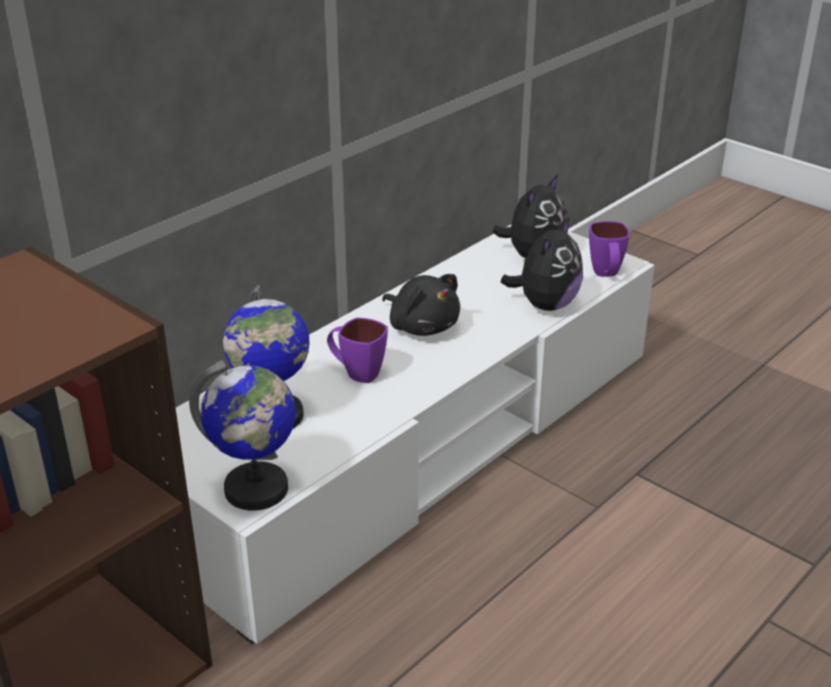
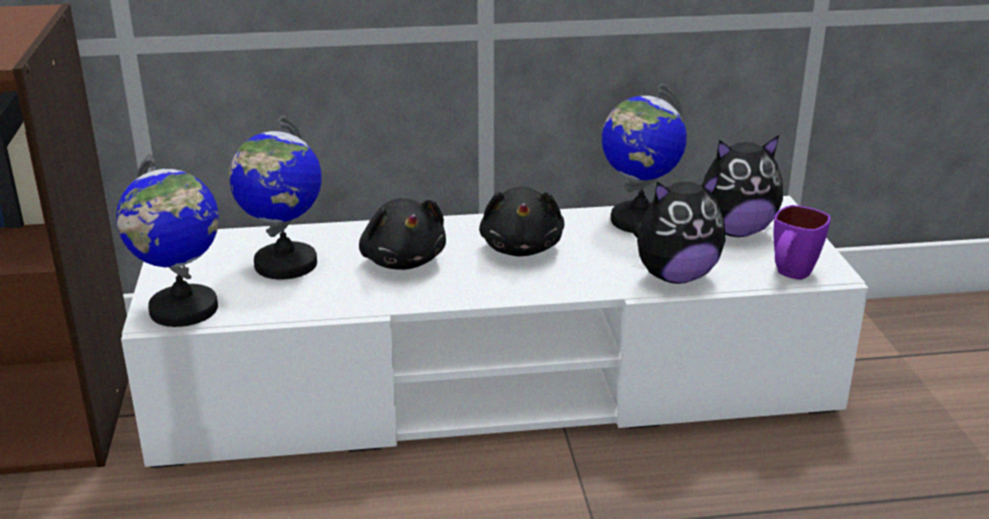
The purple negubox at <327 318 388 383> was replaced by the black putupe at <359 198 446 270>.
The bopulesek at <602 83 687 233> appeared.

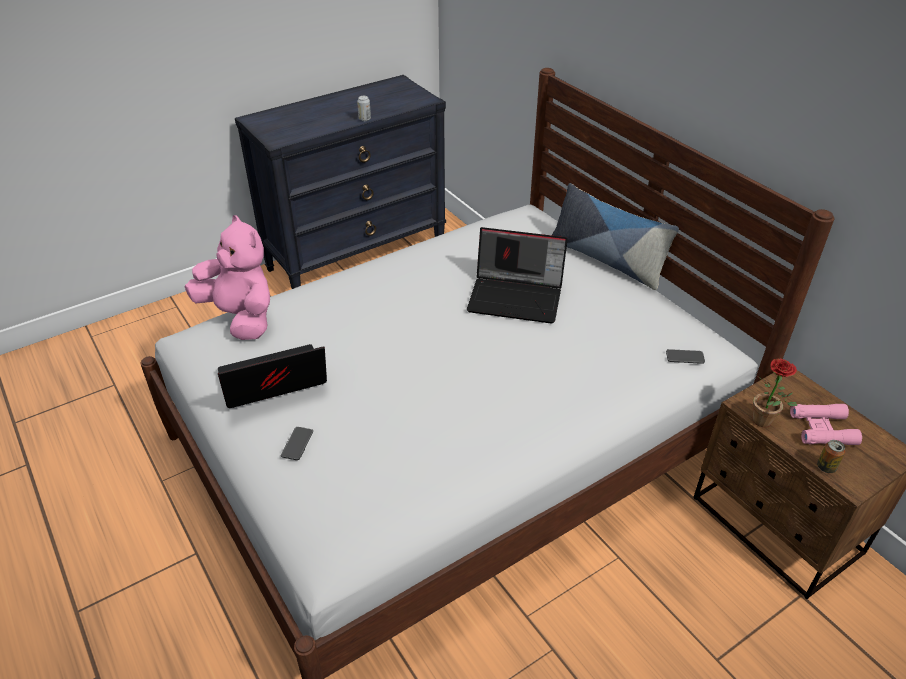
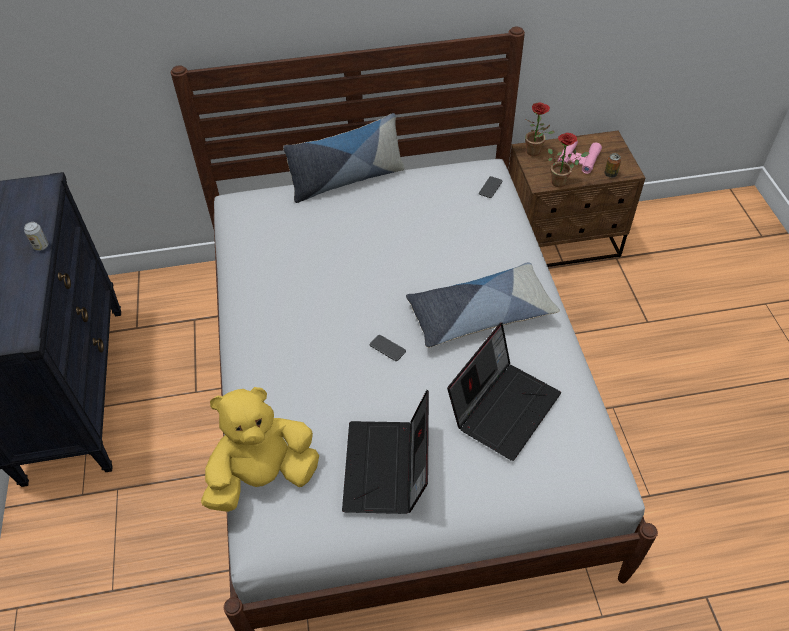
The pink putupe at <185 215 270 340> became the yellow putupe at <201 387 319 512>.
The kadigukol moved from <281 427 313 460> to <370 335 406 361>.
The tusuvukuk moved from <467 227 568 324> to <447 323 561 461>.
The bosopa at <406 262 560 348> appeared.
The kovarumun at <525 102 555 156> appeared.

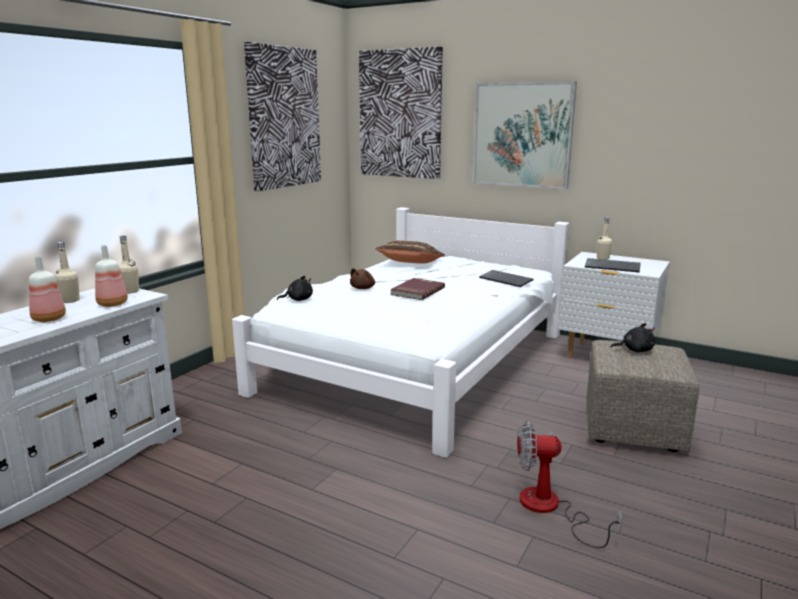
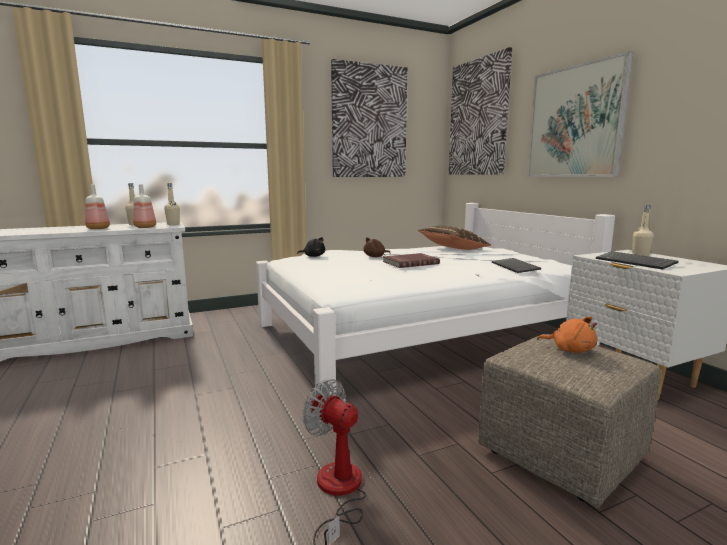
The black putupe at <611 323 655 352> became the orange putupe at <537 317 597 353>.

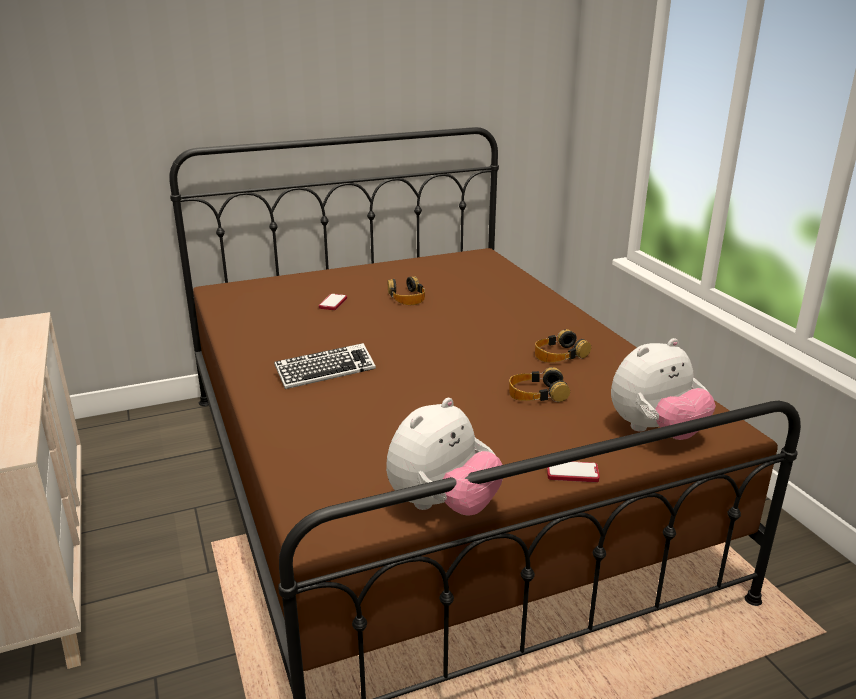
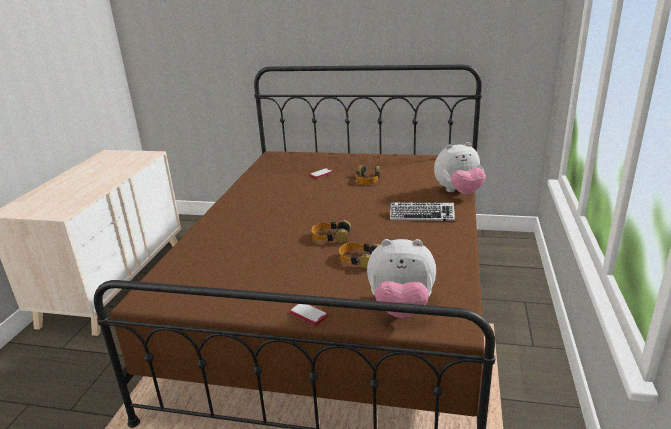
The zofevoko moved from <274 343 376 389> to <390 202 455 221>.
The putupe moved from <386 398 503 516> to <434 142 486 194>.
The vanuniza moved from <535 329 591 363> to <311 220 351 243>.

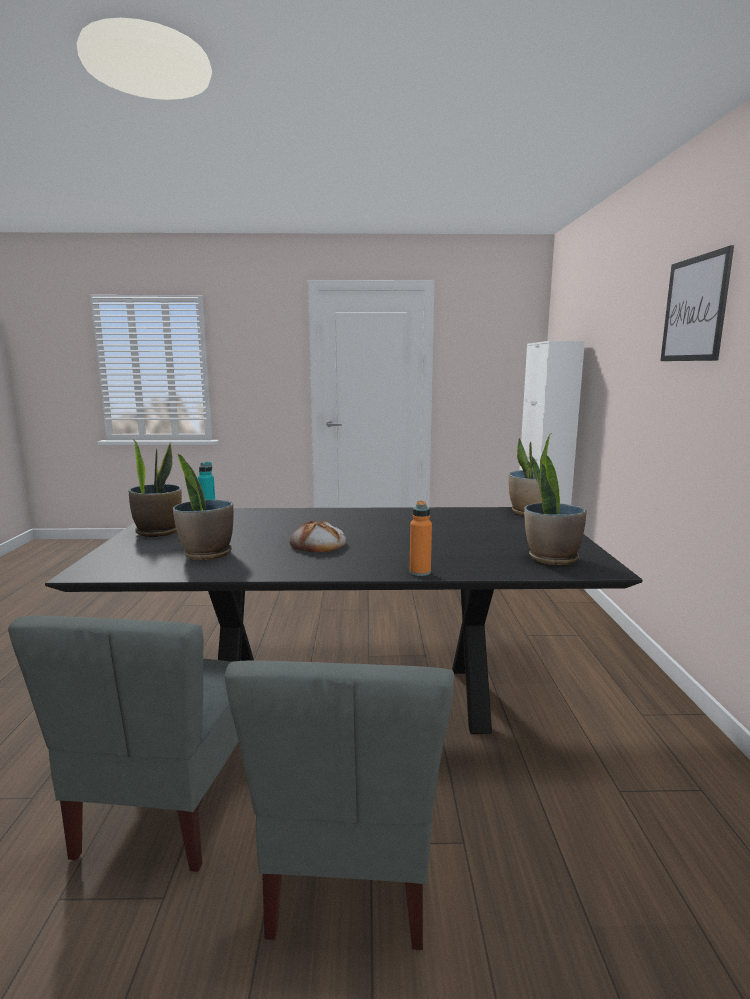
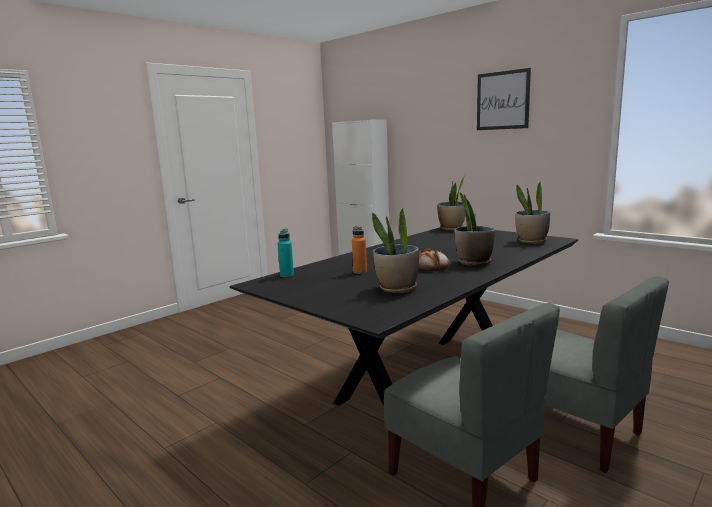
The kovarumun moved from <129 439 182 537> to <455 192 495 266>.
The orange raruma moved from <410 501 432 576> to <352 226 367 274>.

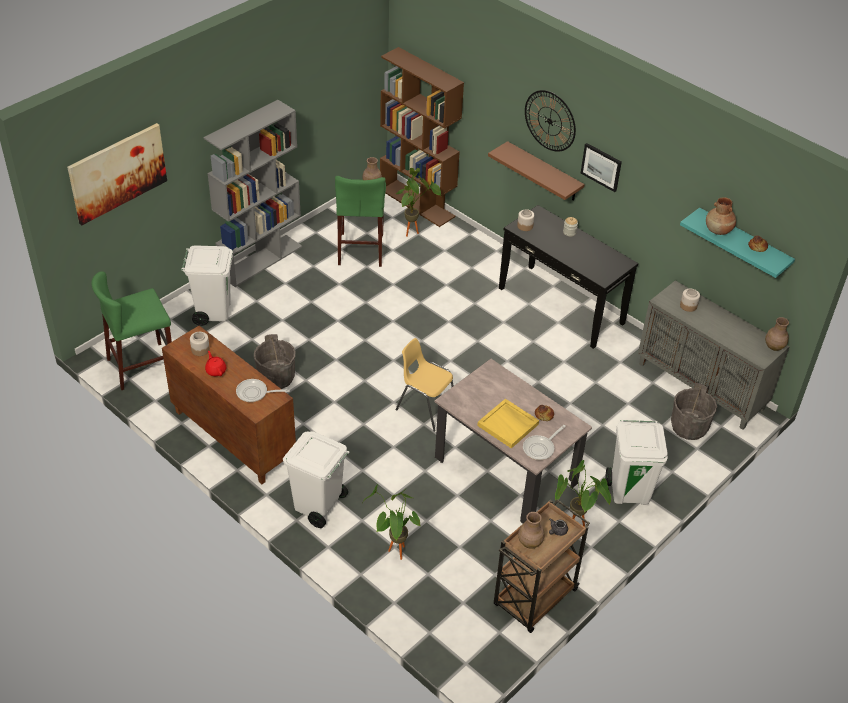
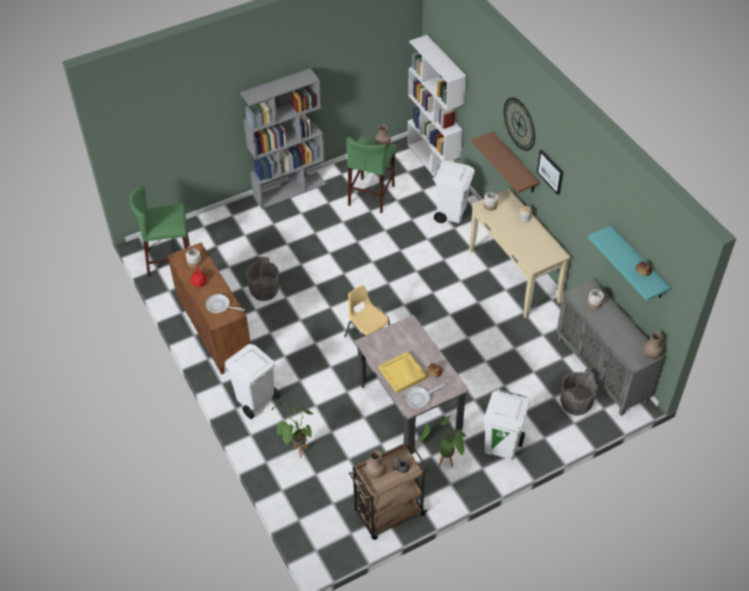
The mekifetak at <67 123 167 225> disappeared.
The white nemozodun moved from <181 245 233 326> to <433 161 475 223>.
The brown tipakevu at <380 47 464 227> became the white tipakevu at <407 35 467 177>.
The kovarumun at <395 168 441 237> disappeared.
The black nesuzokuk at <499 205 638 349> became the beige nesuzokuk at <469 189 571 319>.
The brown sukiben at <706 197 736 235> disappeared.

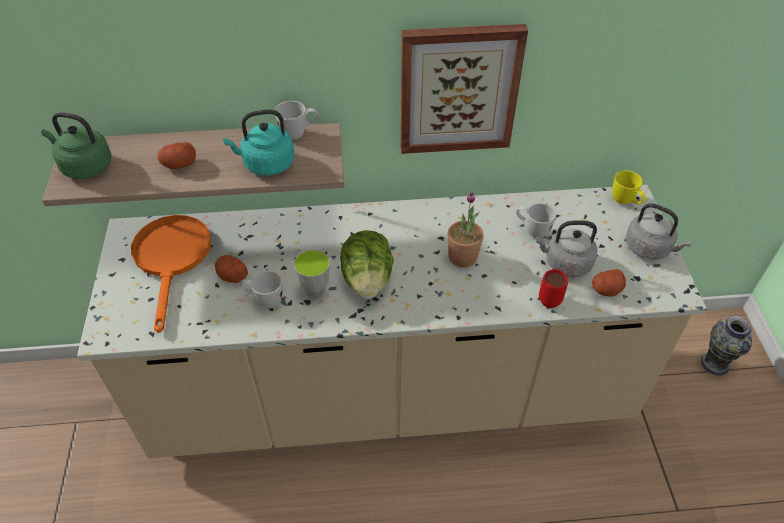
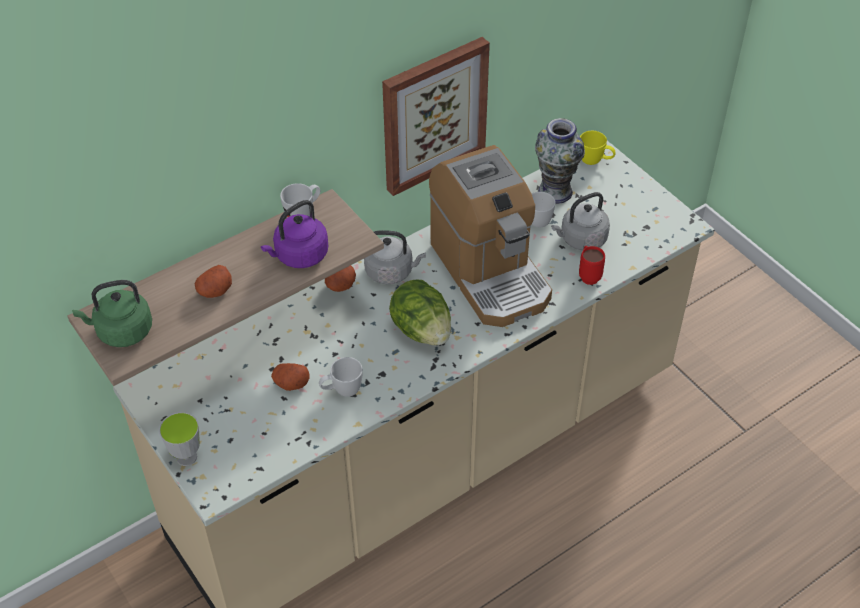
The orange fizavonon at <131 215 211 333> disappeared.
The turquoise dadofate at <223 109 294 176> became the purple dadofate at <261 200 328 268>.
The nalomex moved from <294 249 330 300> to <159 412 200 466>.
The kovarumun at <448 192 484 267> was replaced by the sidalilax at <429 145 552 327>.
The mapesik moved from <592 269 626 297> to <325 265 356 292>.
The grey dadofate moved from <626 203 692 260> to <364 230 426 284>.
The sukiben moved from <701 316 752 375> to <535 118 585 204>.

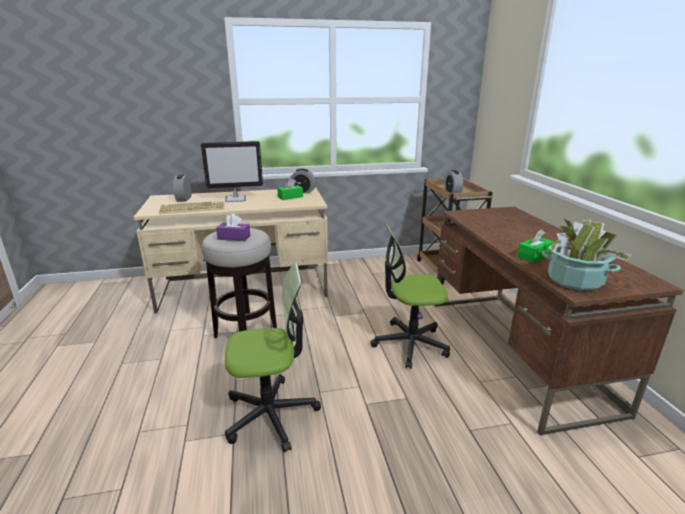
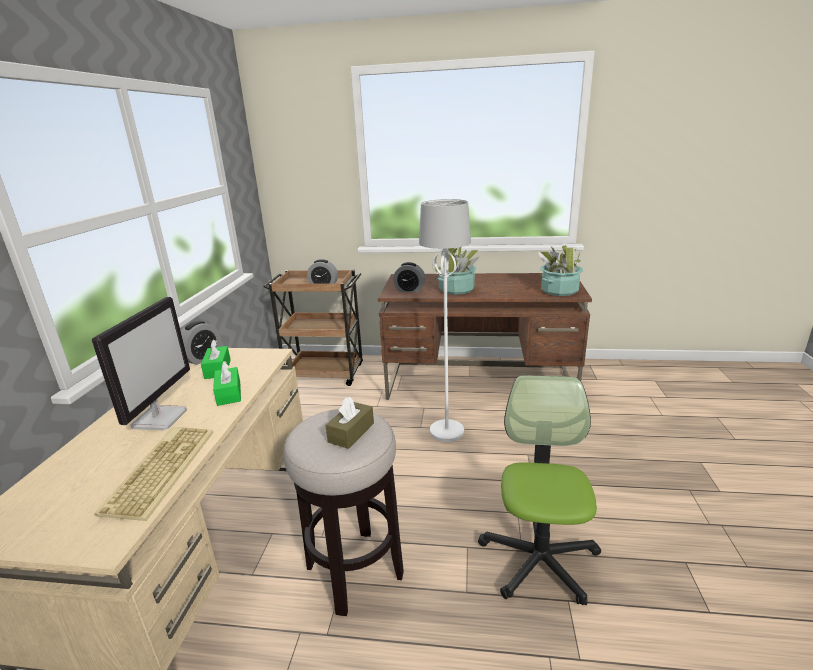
The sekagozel moved from <173 174 192 202> to <393 262 426 293>.
The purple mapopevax at <216 214 250 241> became the brown mapopevax at <325 397 374 449>.
The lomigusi at <371 223 450 369> was replaced by the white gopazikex at <419 199 471 442>.
The green mapopevax moved from <517 229 554 263> to <213 361 241 406>.
The kovarumun at <435 247 480 295> appeared.

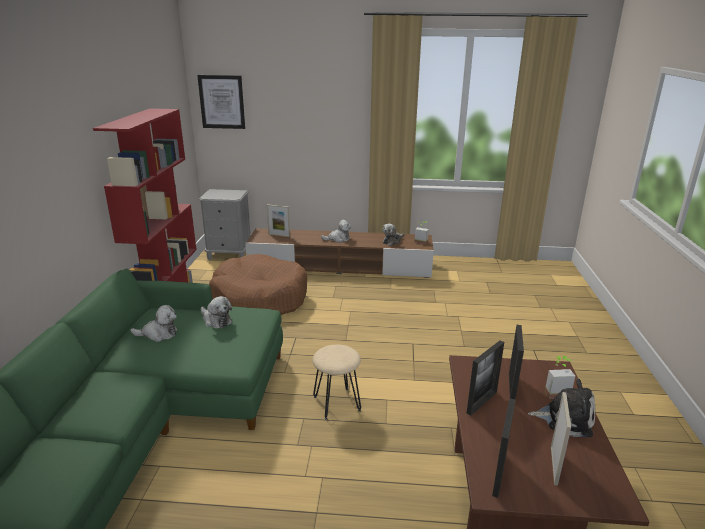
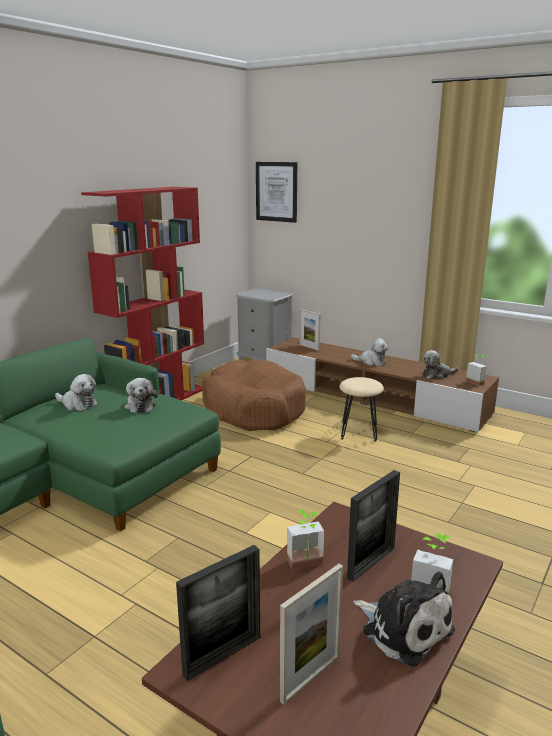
The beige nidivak moved from <312 345 361 420> to <339 377 384 442>.
The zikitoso at <467 340 504 416> was replaced by the kovarumun at <287 509 324 570>.

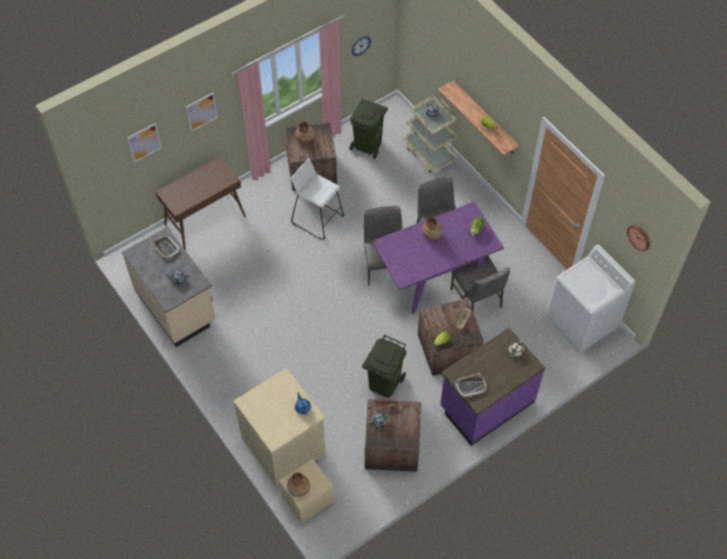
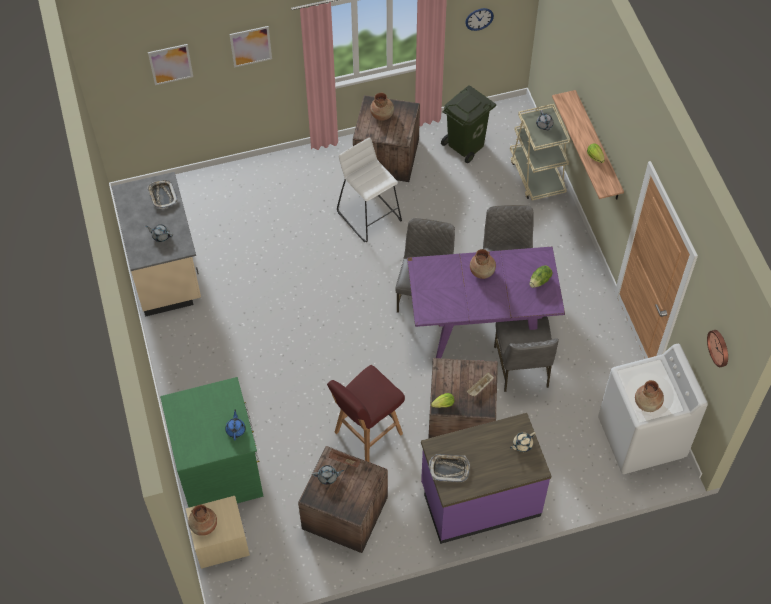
The brown nesuzokuk at <156 156 246 251> disappeared.
The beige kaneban at <234 368 326 486> became the green kaneban at <160 377 263 507>.
The green nemozodun at <362 335 407 398> was replaced by the red nidivak at <327 365 405 462>.
The brown sukiben at <635 380 664 412> appeared.

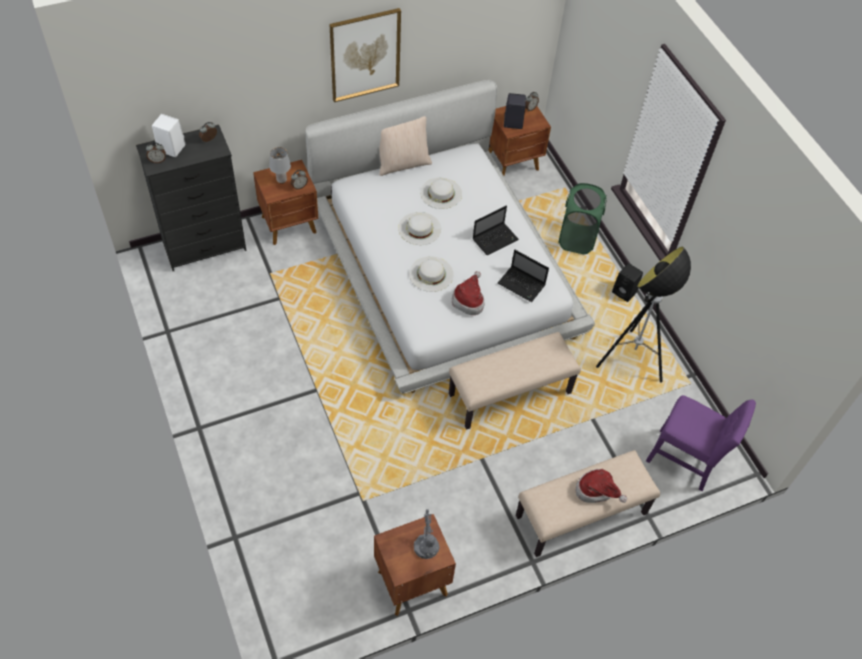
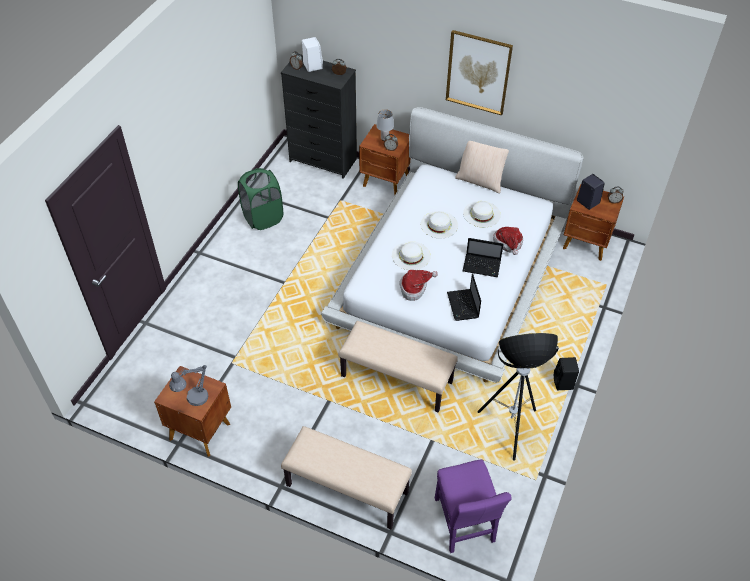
The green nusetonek moved from <558 183 607 254> to <238 168 283 230>.
The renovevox moved from <575 469 627 503> to <493 227 523 255>.

